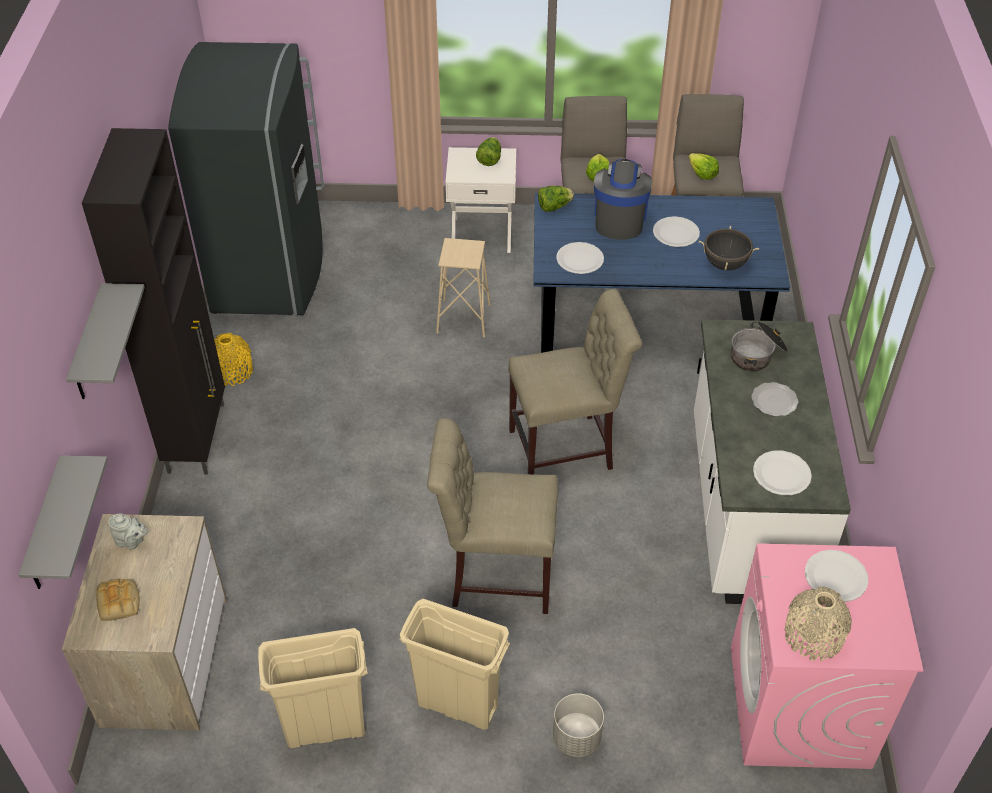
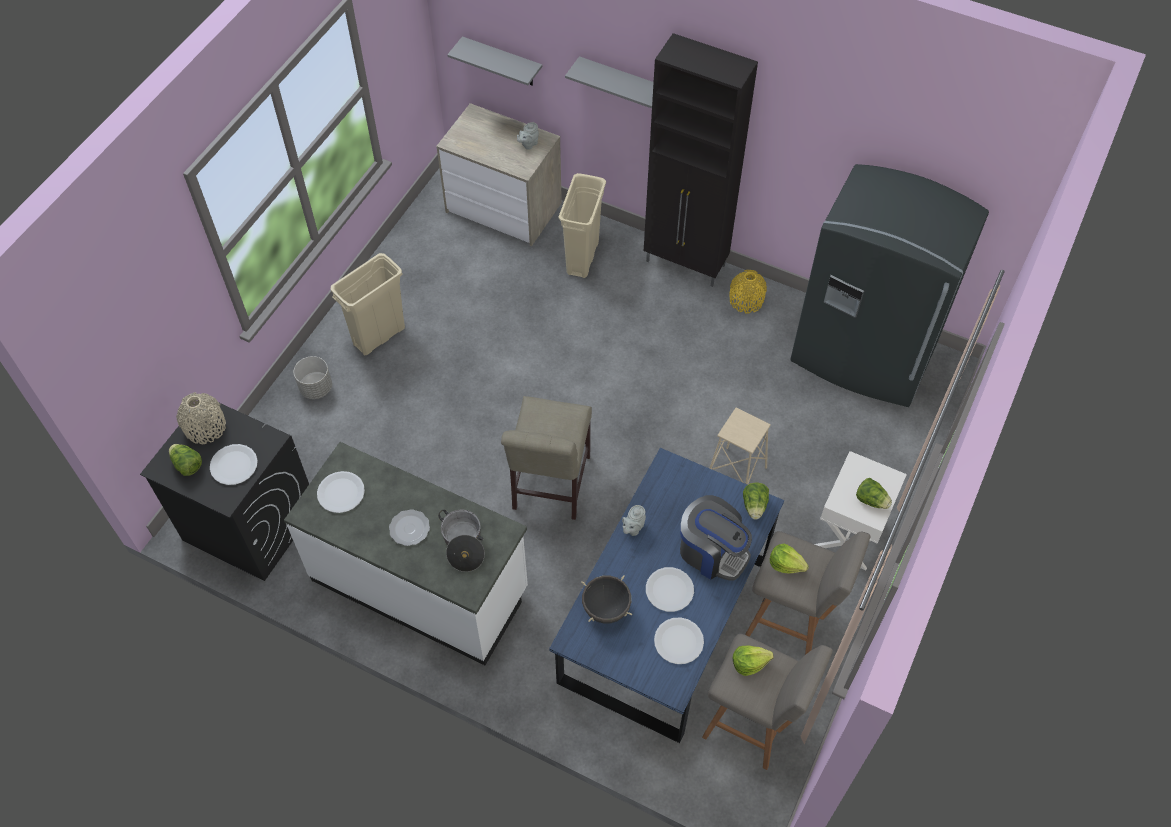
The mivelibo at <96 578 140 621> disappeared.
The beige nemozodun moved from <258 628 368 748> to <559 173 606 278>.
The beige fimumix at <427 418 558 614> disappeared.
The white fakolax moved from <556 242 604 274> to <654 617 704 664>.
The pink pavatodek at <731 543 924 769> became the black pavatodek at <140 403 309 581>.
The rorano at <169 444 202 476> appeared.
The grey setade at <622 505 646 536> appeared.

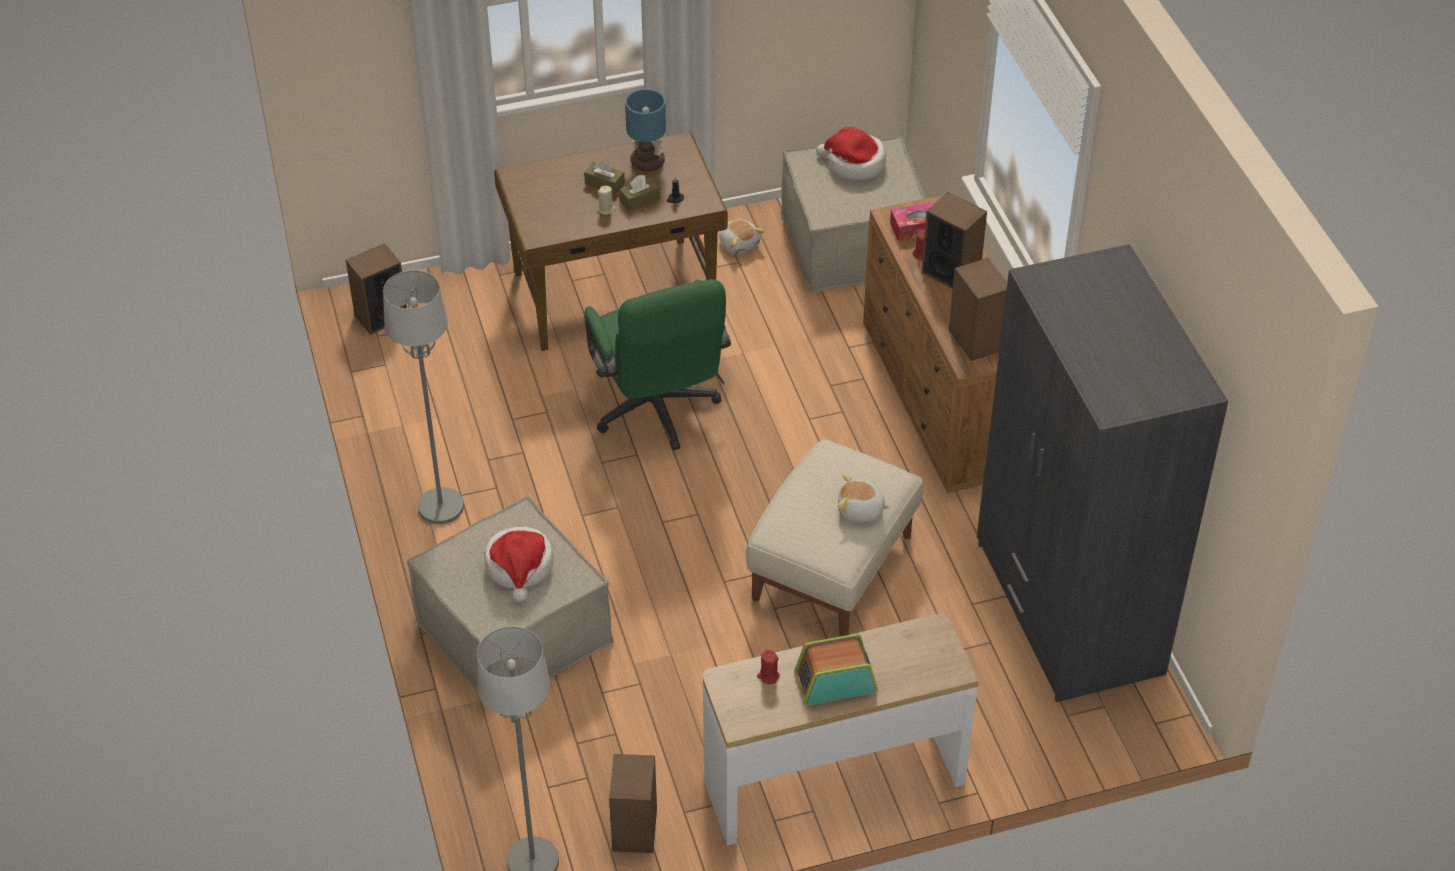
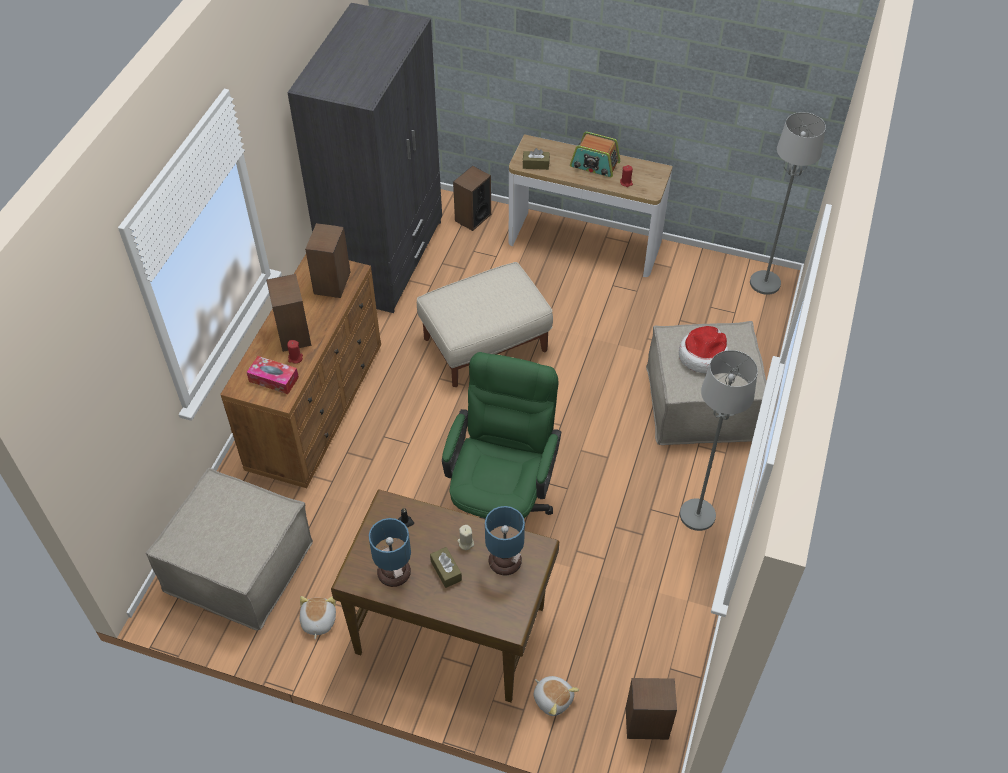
The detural moved from <609 754 657 853> to <453 166 491 231>.
The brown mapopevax moved from <619 175 660 211> to <523 148 550 170>.
The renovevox at <816 127 886 181> disappeared.
The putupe moved from <837 474 891 522> to <534 676 579 716>.
The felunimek at <485 506 525 575> appeared.

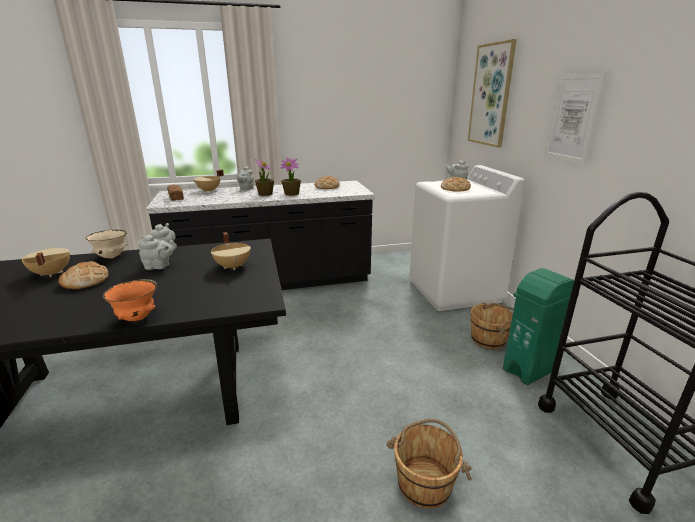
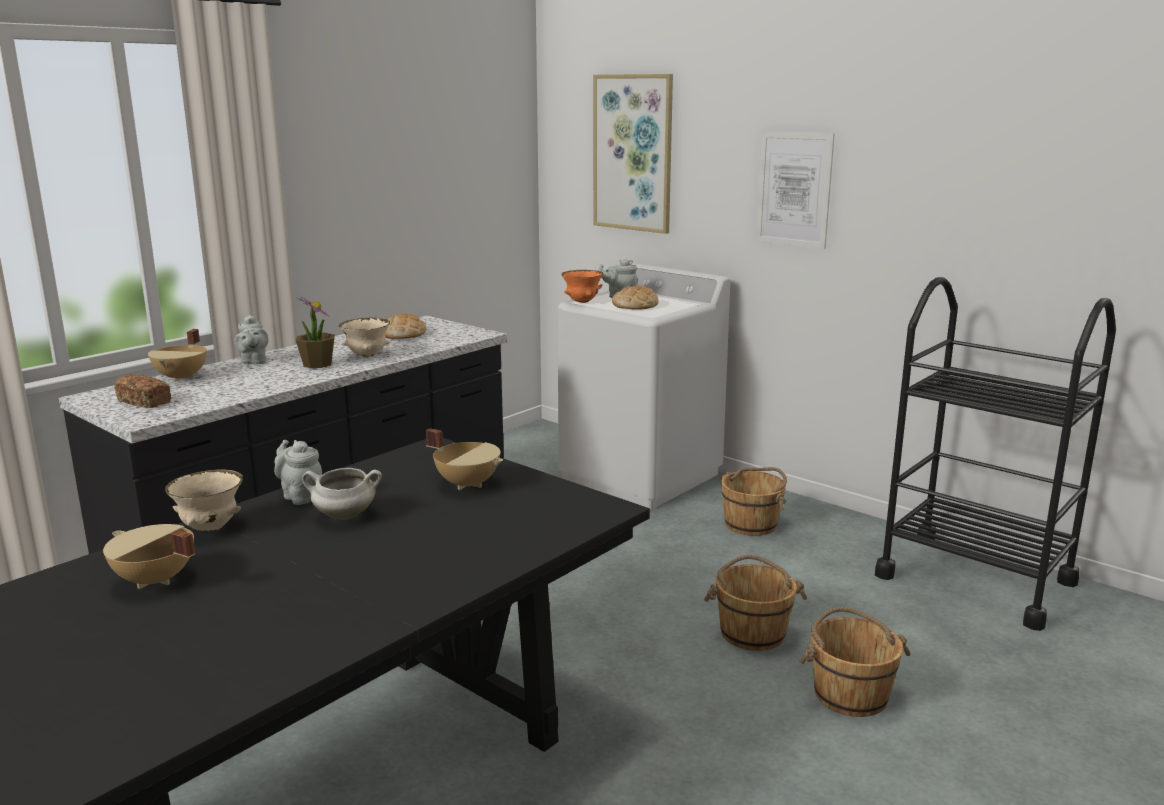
The mivelibo at <58 261 108 289> disappeared.
The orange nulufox moved from <102 279 157 321> to <561 270 604 303>.
The grey setade at <138 235 177 270> was replaced by the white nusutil at <302 468 382 520>.
The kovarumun at <281 158 301 196> was replaced by the beige nulufox at <339 318 390 357>.
The green nemozodun at <503 268 579 385> disappeared.
The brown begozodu at <704 555 807 651> appeared.

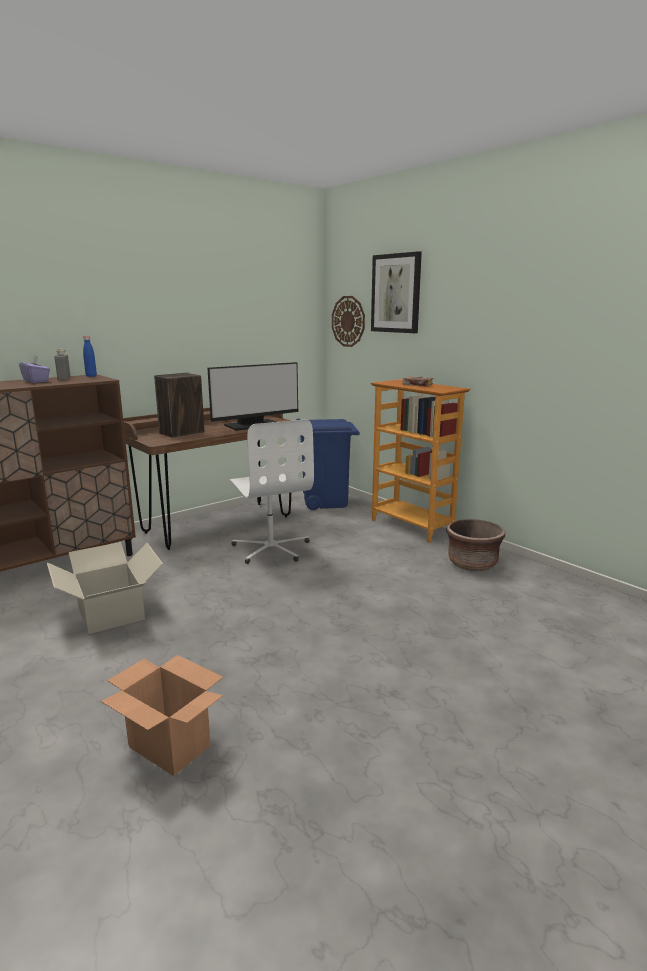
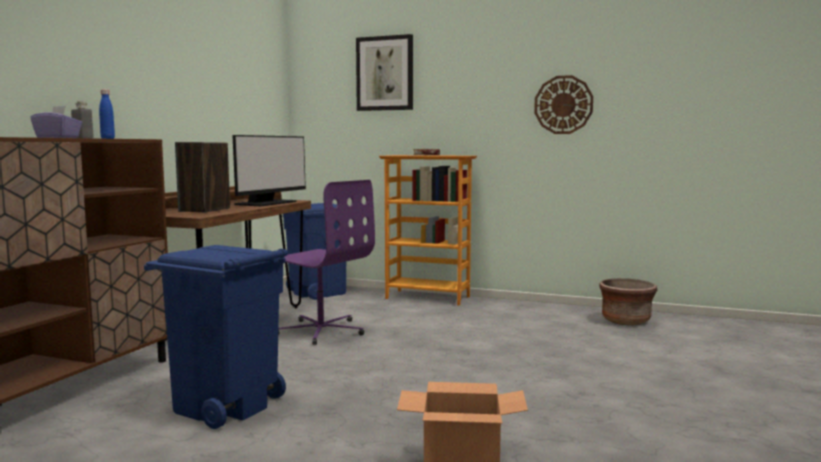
The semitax at <47 542 163 634> was replaced by the blue nemozodun at <144 245 288 429>.
The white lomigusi at <229 419 314 564> became the purple lomigusi at <278 180 375 345>.
The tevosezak moved from <332 296 365 347> to <534 75 593 134>.
The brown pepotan moved from <446 519 505 571> to <599 278 657 325>.

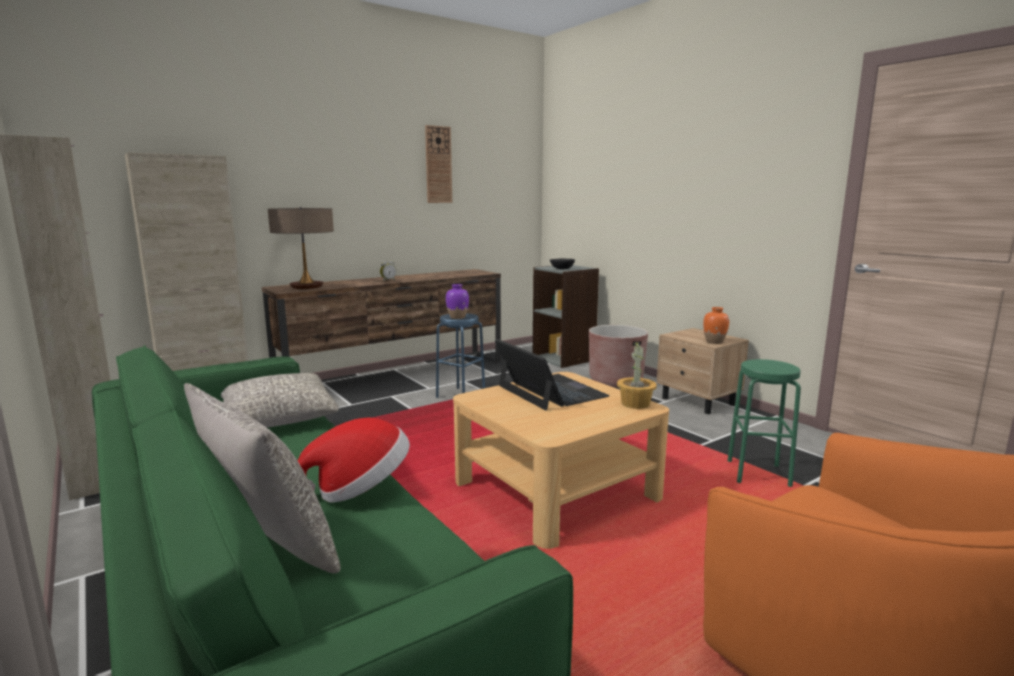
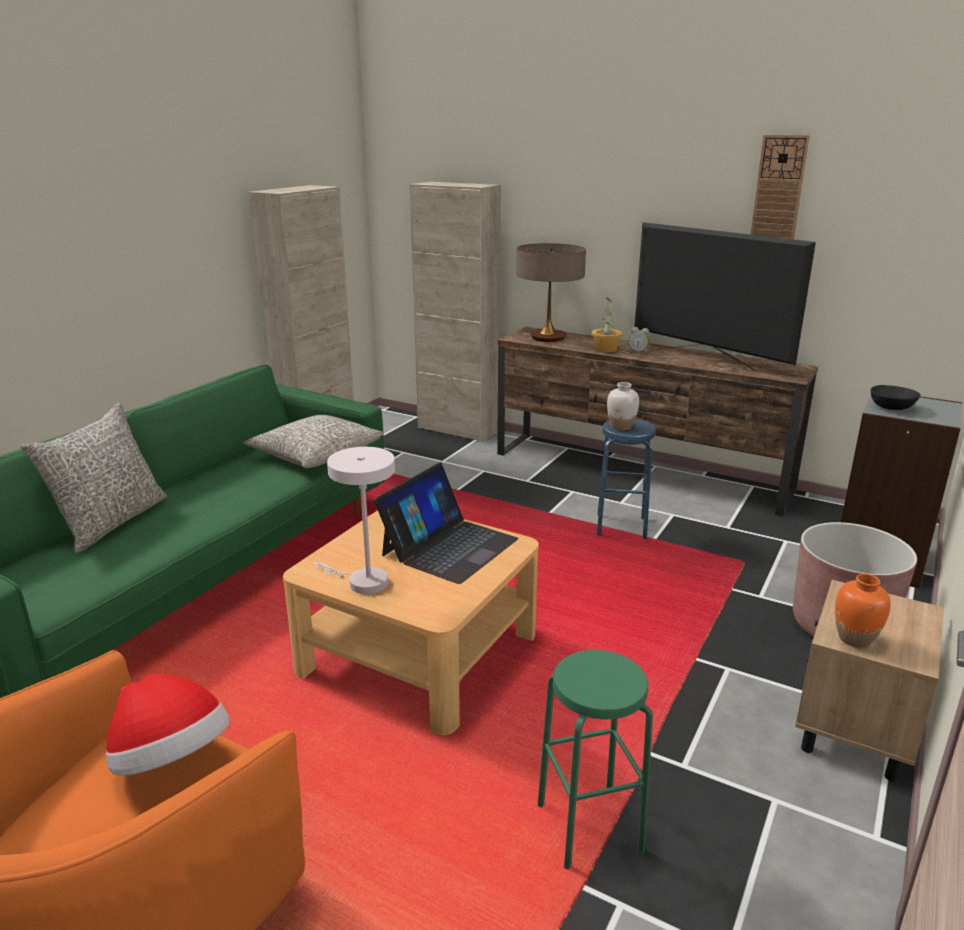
The renovevox moved from <297 417 410 503> to <106 674 230 776>.
The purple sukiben at <446 284 469 319> became the white sukiben at <607 382 639 430>.
The kovarumun moved from <617 341 657 409> to <591 298 622 352>.
The white felunimek at <314 447 395 594> appeared.
The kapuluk at <635 222 816 372> appeared.

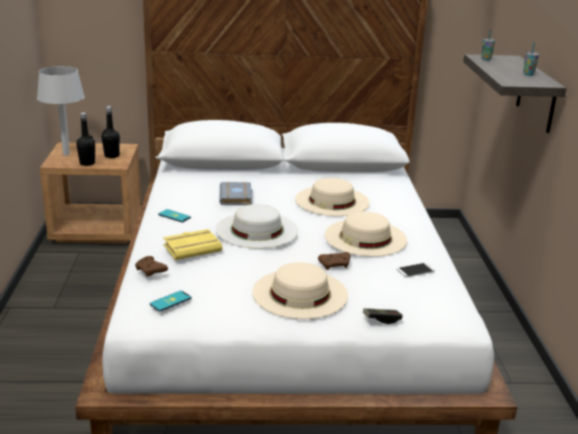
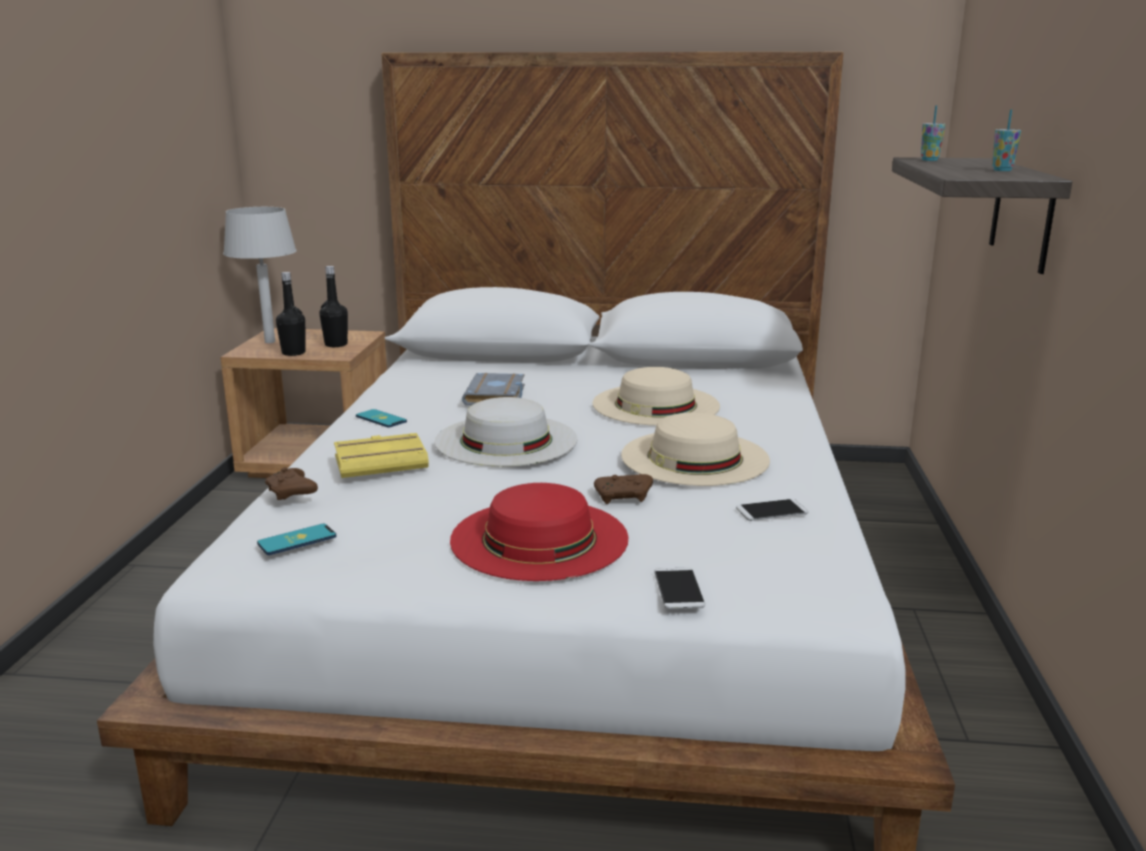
The beige renovevox at <252 262 348 319> became the red renovevox at <450 483 628 581>.
The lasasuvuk at <363 308 403 324> was replaced by the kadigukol at <654 567 705 609>.

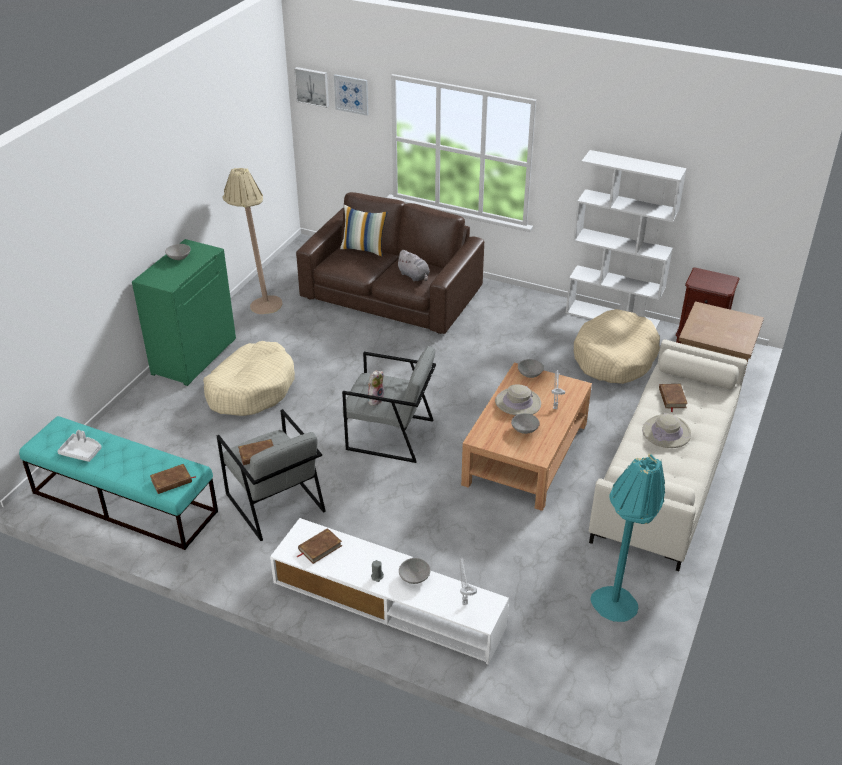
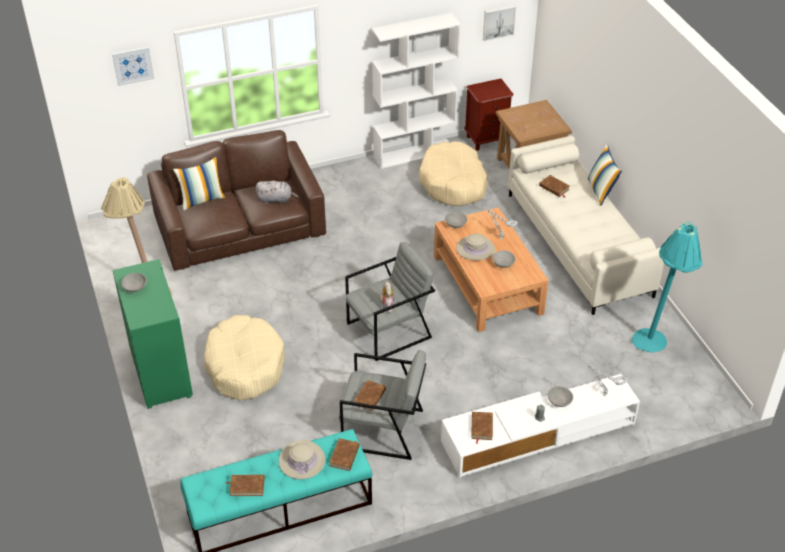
The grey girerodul at <57 430 102 462> was replaced by the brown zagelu at <226 475 265 496>.
The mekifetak moved from <294 67 329 108> to <483 5 516 41>.
The beige renovevox moved from <642 413 691 448> to <279 440 325 479>.
The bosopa at <587 144 622 206> appeared.

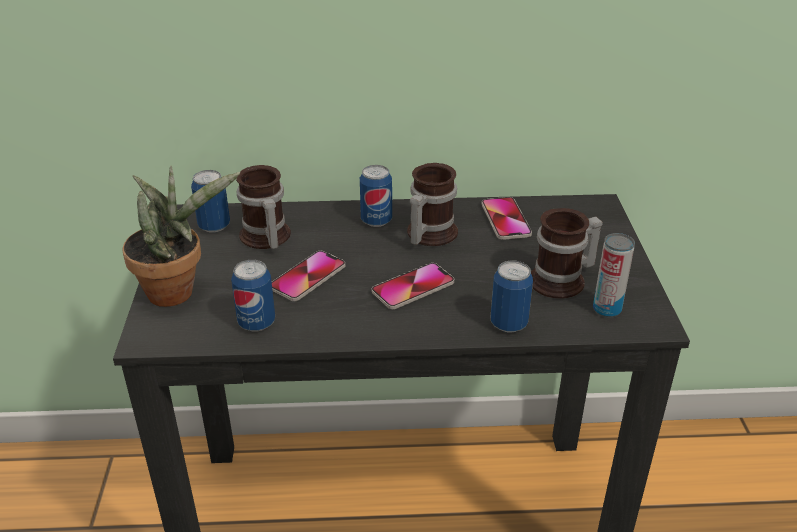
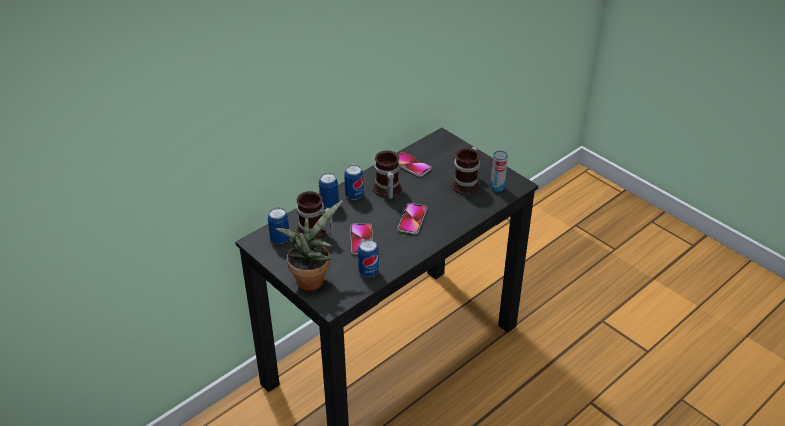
The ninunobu moved from <491 260 533 332> to <319 173 339 208>.

